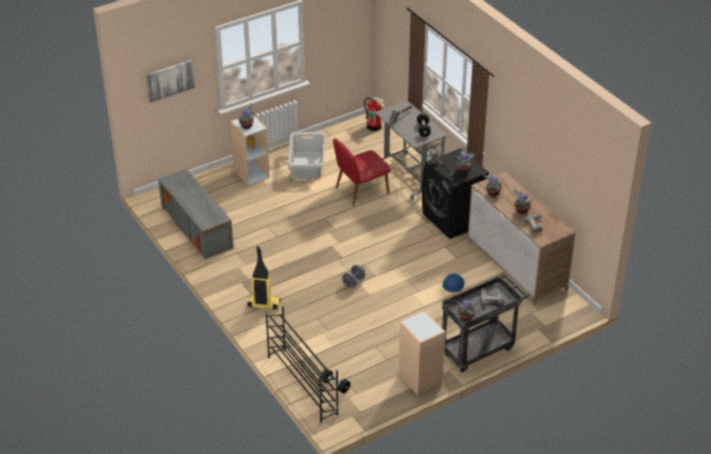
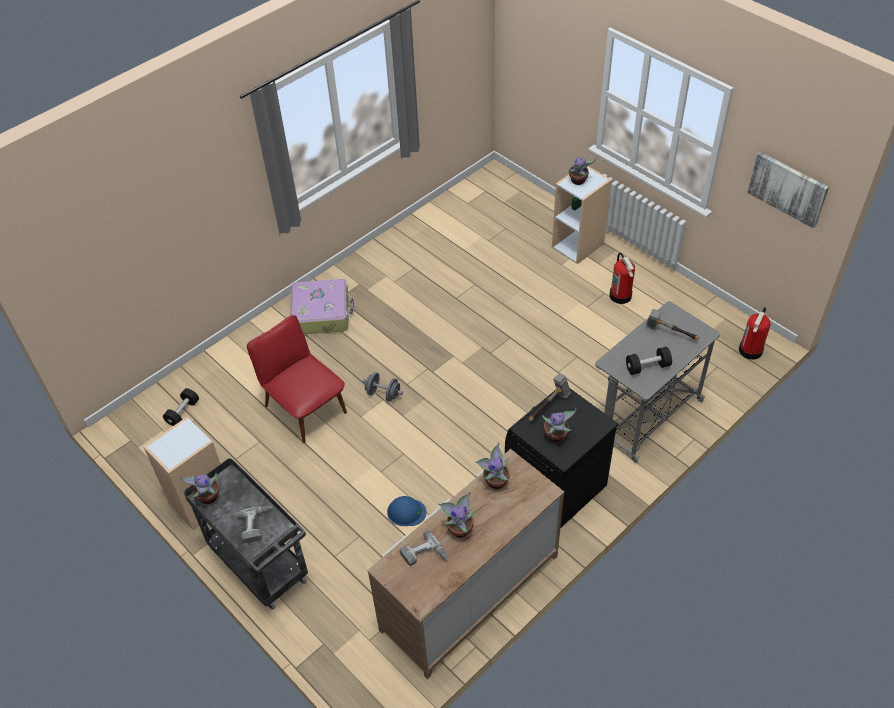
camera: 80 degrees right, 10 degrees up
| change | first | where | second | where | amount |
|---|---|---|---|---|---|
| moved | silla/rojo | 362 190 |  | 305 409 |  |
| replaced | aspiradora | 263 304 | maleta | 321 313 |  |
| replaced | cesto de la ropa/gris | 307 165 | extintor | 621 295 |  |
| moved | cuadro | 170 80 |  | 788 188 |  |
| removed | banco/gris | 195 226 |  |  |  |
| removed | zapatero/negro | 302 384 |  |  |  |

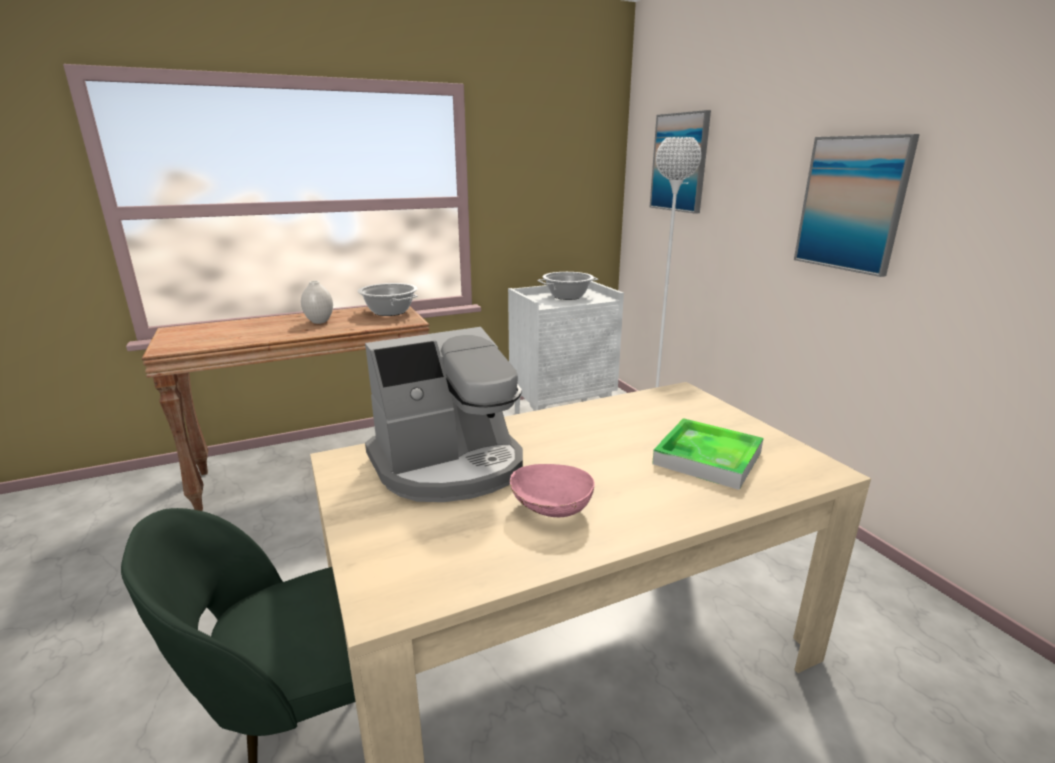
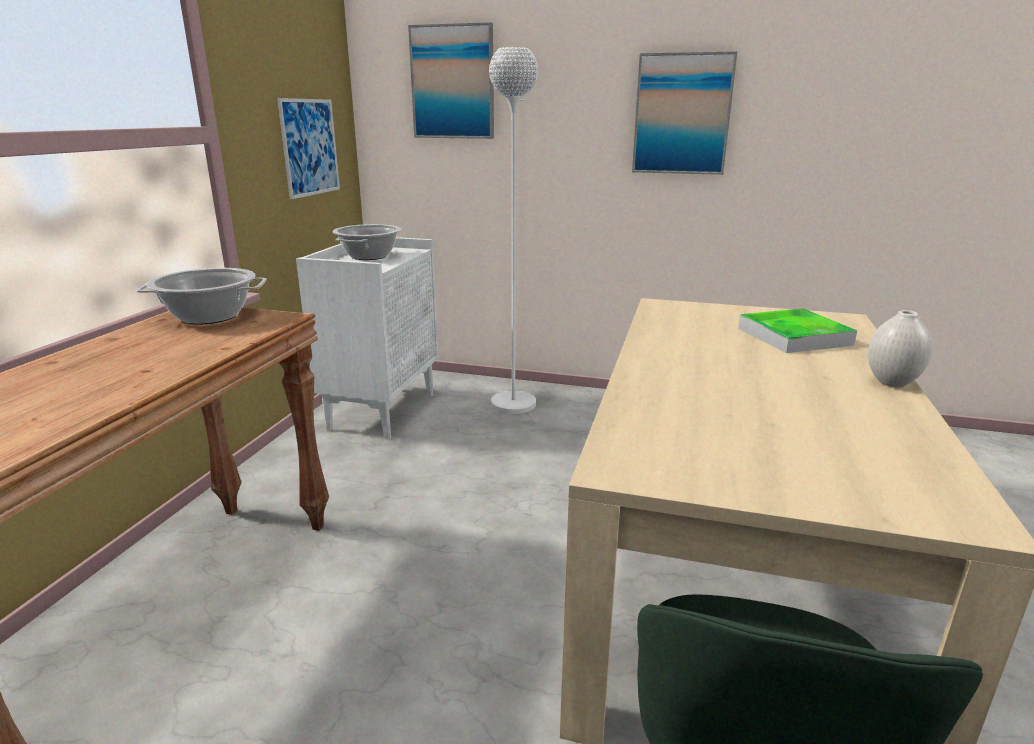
camera: 50 degrees left, 0 degrees up
| change | first | where | second | where | amount |
|---|---|---|---|---|---|
| added |  |  | cuadro | 310 147 |  |
| moved | florero/blanco | 319 322 |  | 891 383 |  |
| removed | cafetera | 449 465 |  |  |  |
| removed | cuenco/rosa | 550 509 |  |  |  |

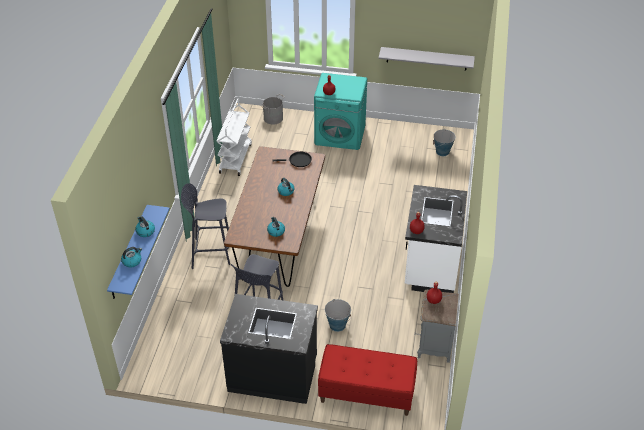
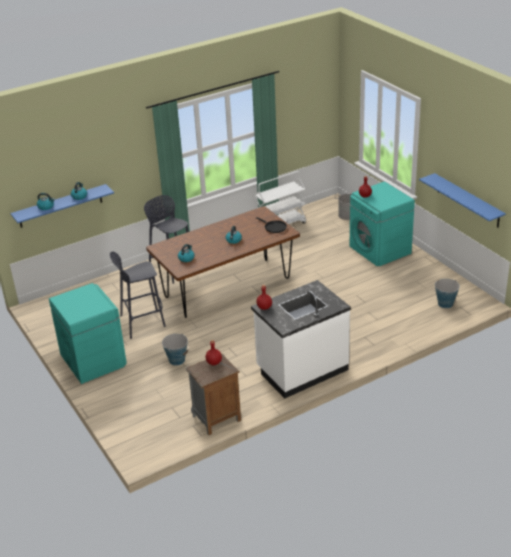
camera: 50 degrees right, 10 degrees down
| change | first | where | second | where | amount |
|---|---|---|---|---|---|
| replaced | mueble bajo de cocina/negro | 273 374 | lavadora/turquesa | 94 359 |  |
| recoloured | estante/gris | 426 58 | estante/azul | 468 200 |  |
| removed | banco/rojo | 366 393 |  |  |  |

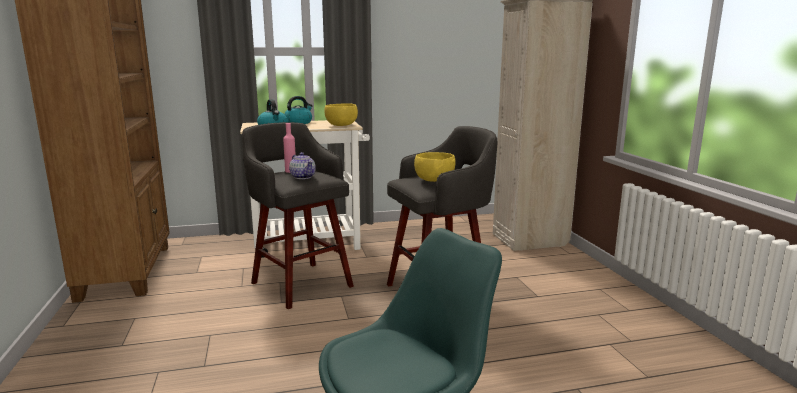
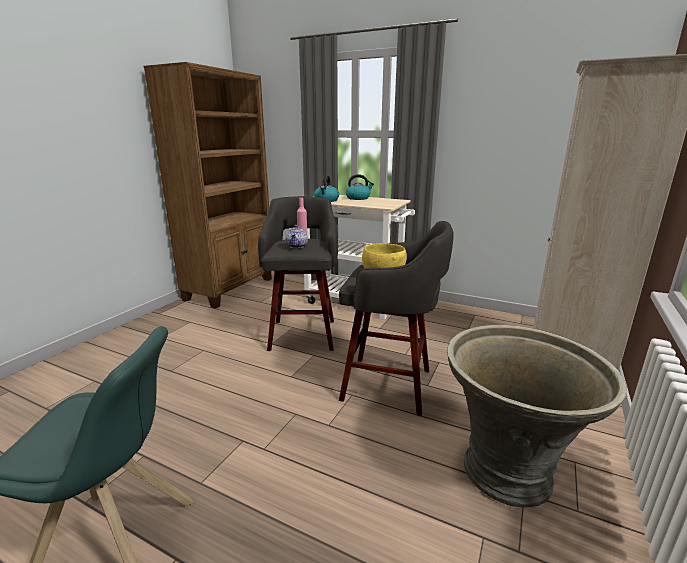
camera: 40 degrees right, 5 degrees up
| change | first | where | second | where | amount |
|---|---|---|---|---|---|
| added |  |  | maceta/gris | 509 472 |  |
| removed | cuenco/amarillo | 341 125 |  |  |  |

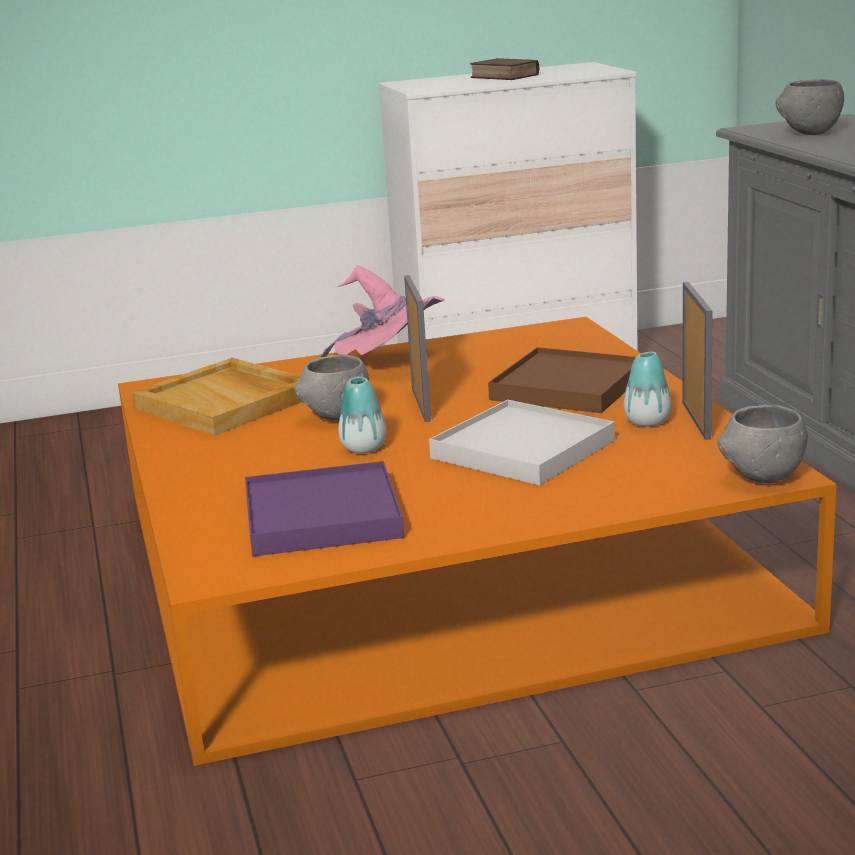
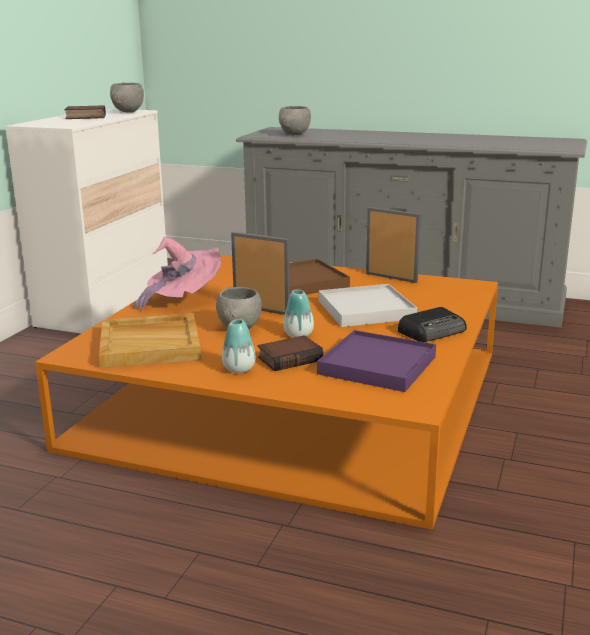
camera: 55 degrees left, 0 degrees up
| change | first | where | second | where | amount |
|---|---|---|---|---|---|
| moved | cuenco/gris | 762 479 |  | 127 112 |  |
| moved | florero | 647 422 |  | 239 369 |  |
| added |  |  | libro | 290 358 |  |
| added |  |  | radio | 433 331 |  |

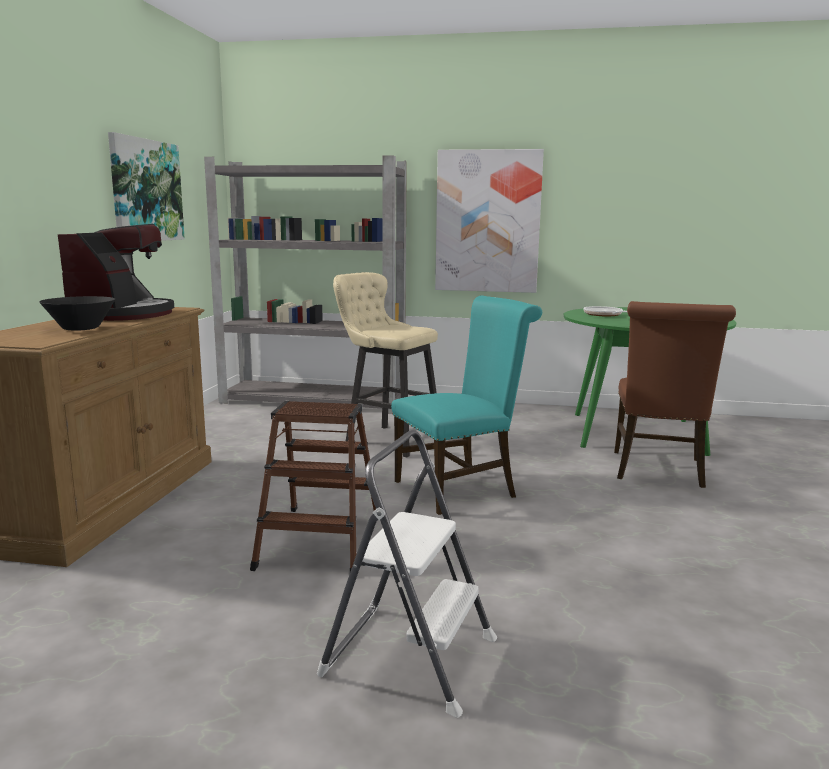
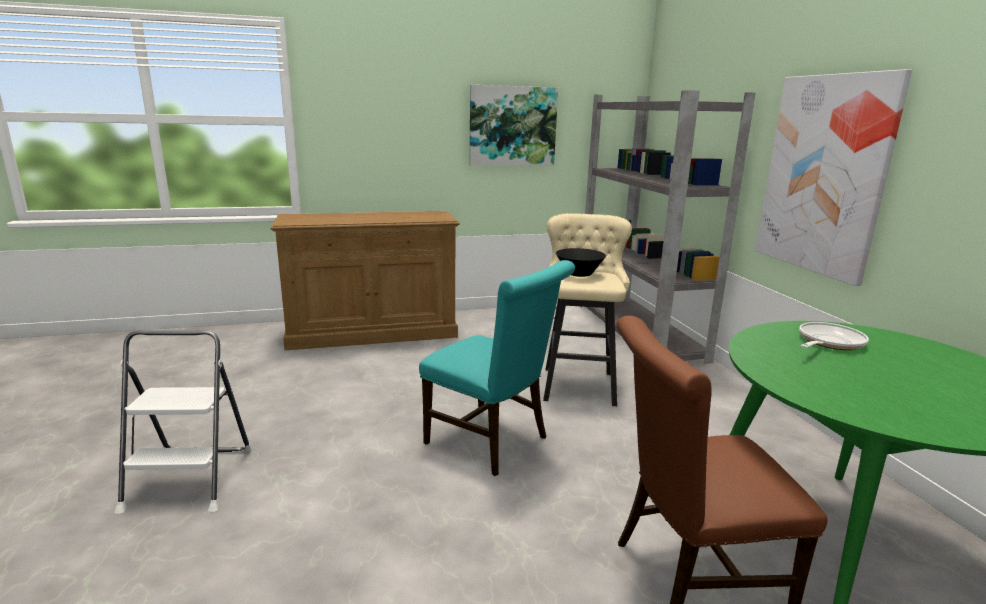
camera: 65 degrees right, 5 degrees up
| change | first | where | second | where | amount |
|---|---|---|---|---|---|
| moved | cuenco/negro | 80 328 |  | 579 274 |  |
| removed | cafetera | 123 314 |  |  |  |
| removed | escalera de tijera/marrón | 320 539 |  |  |  |

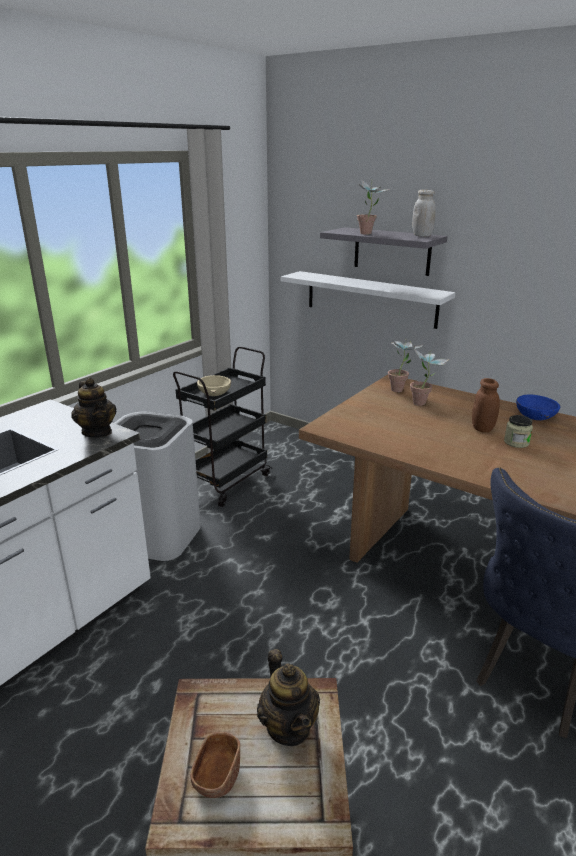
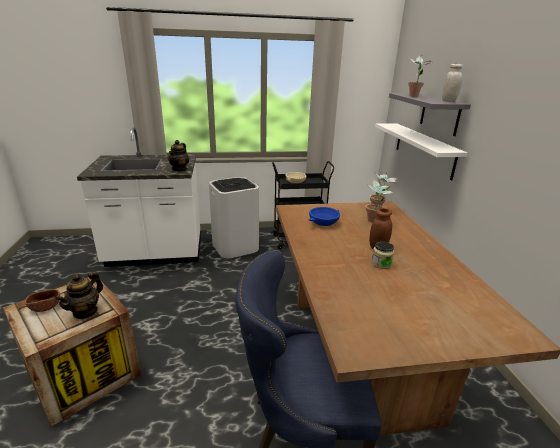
camera: 45 degrees right, 0 degrees up
| change | first | where | second | where | amount |
|---|---|---|---|---|---|
| moved | cuenco/azul | 534 416 |  | 323 222 |  |

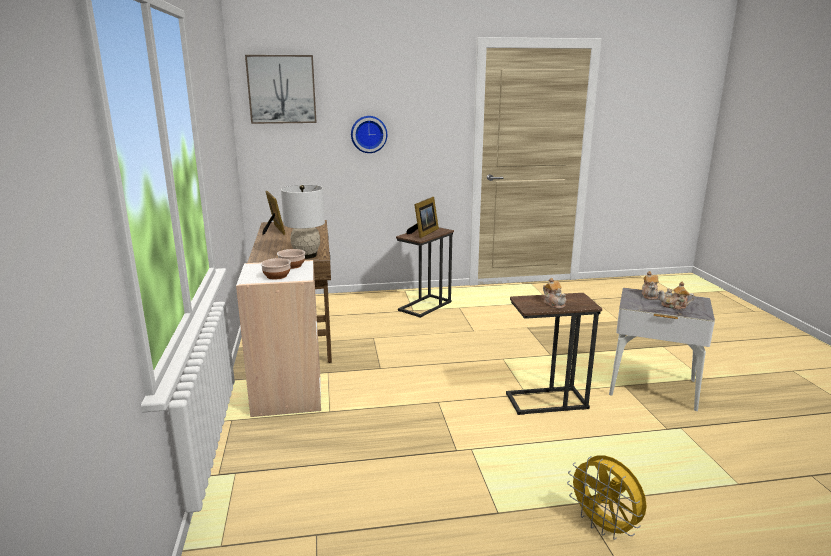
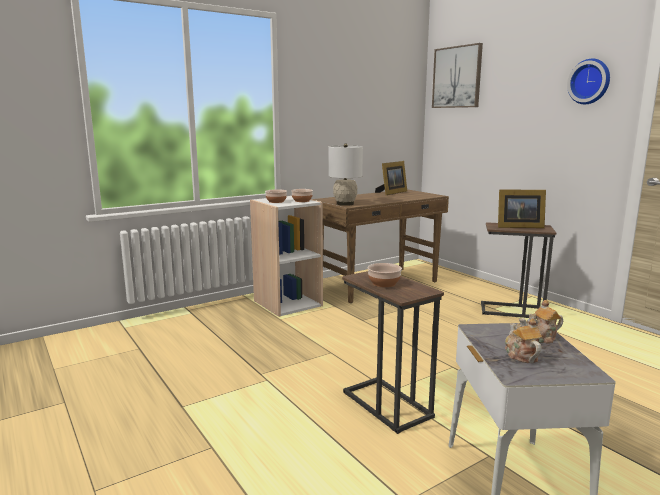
camera: 65 degrees right, 5 degrees down
| change | first | where | second | where | amount |
|---|---|---|---|---|---|
| replaced | tetera | 554 303 | cuenco | 384 283 |  |
| moved | reloj de pared | 368 134 |  | 590 81 |  |
| removed | ventilador/amarillo | 604 527 |  |  |  |

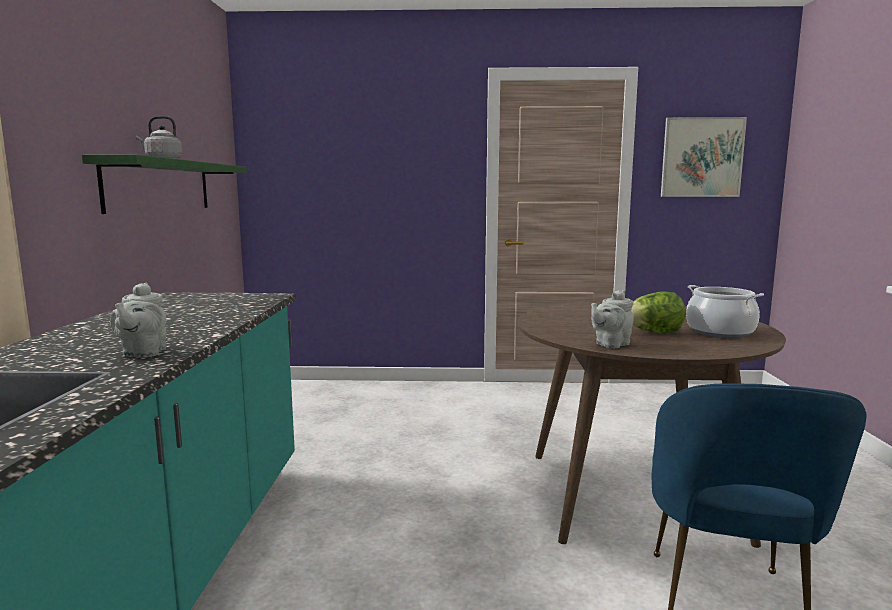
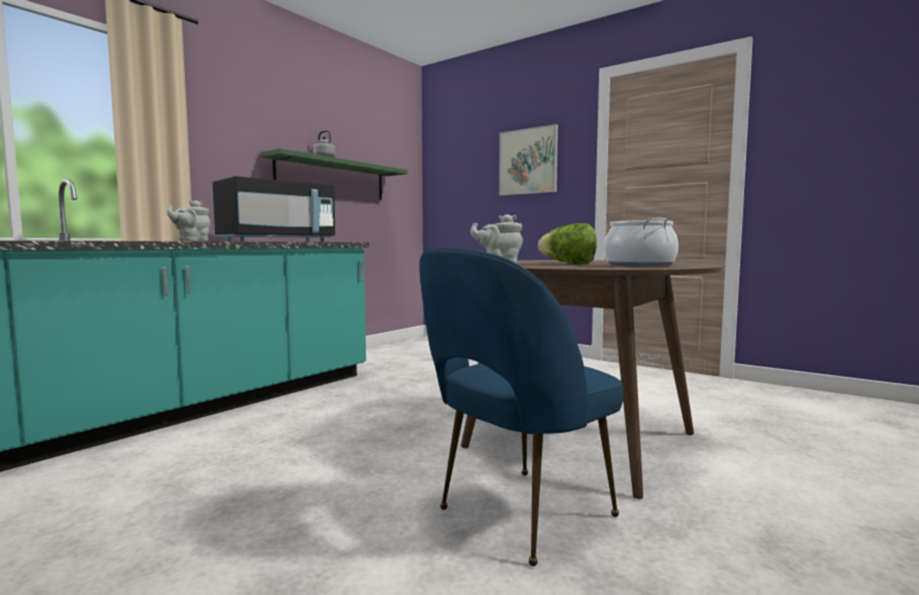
camera: 35 degrees right, 5 degrees down
| change | first | where | second | where | amount |
|---|---|---|---|---|---|
| added |  |  | microondas/negro | 277 241 |  |
| moved | cuadro | 702 157 |  | 528 161 |  |

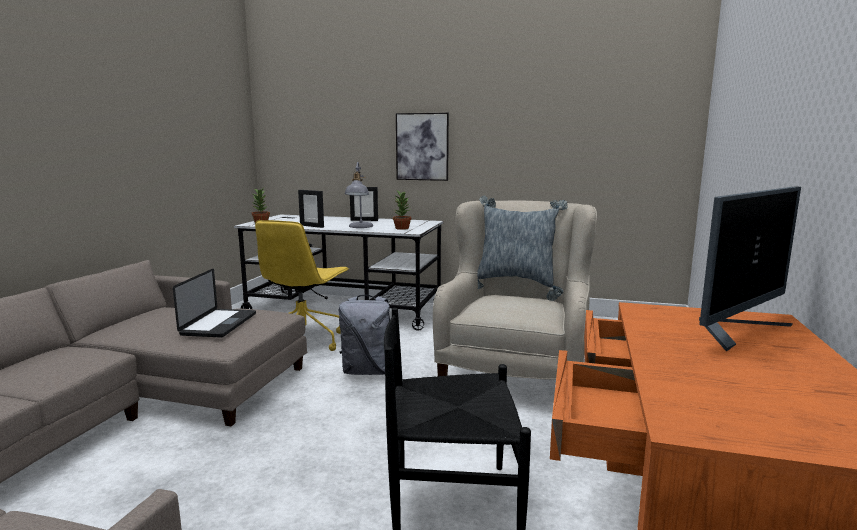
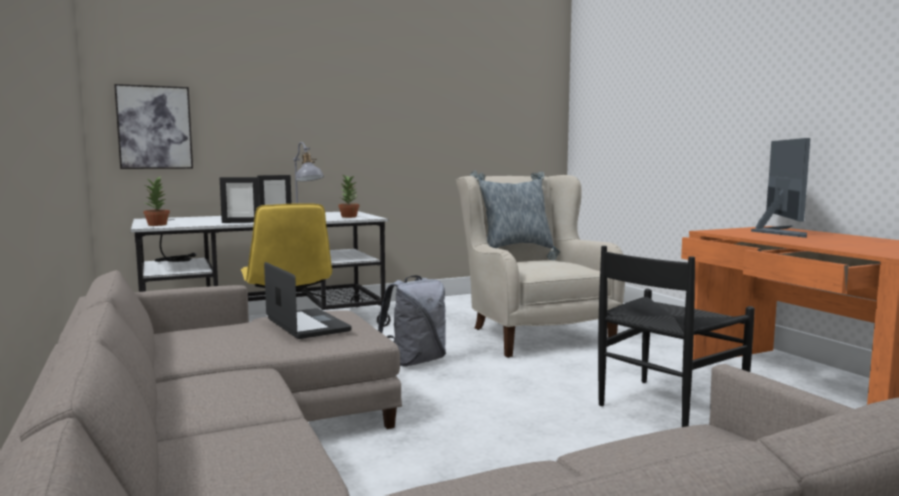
camera: 40 degrees left, 5 degrees down
| change | first | where | second | where | amount |
|---|---|---|---|---|---|
| moved | cuadro | 422 146 |  | 154 127 |  |

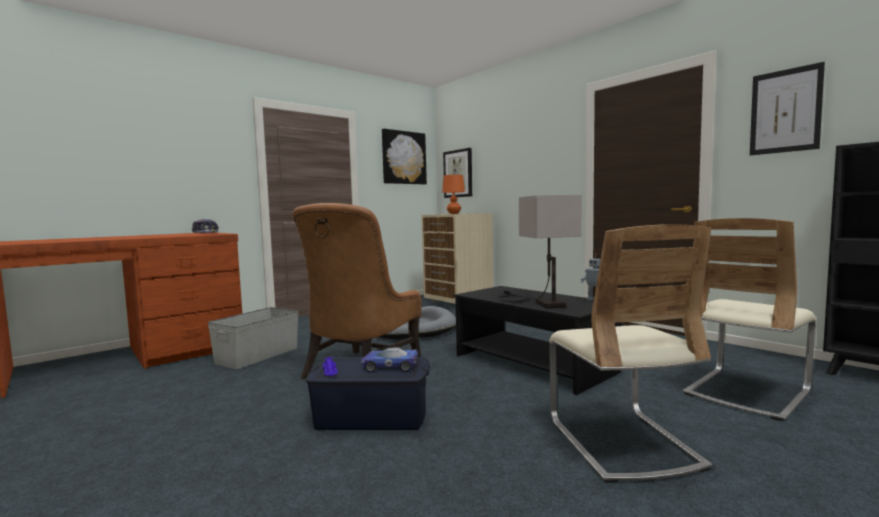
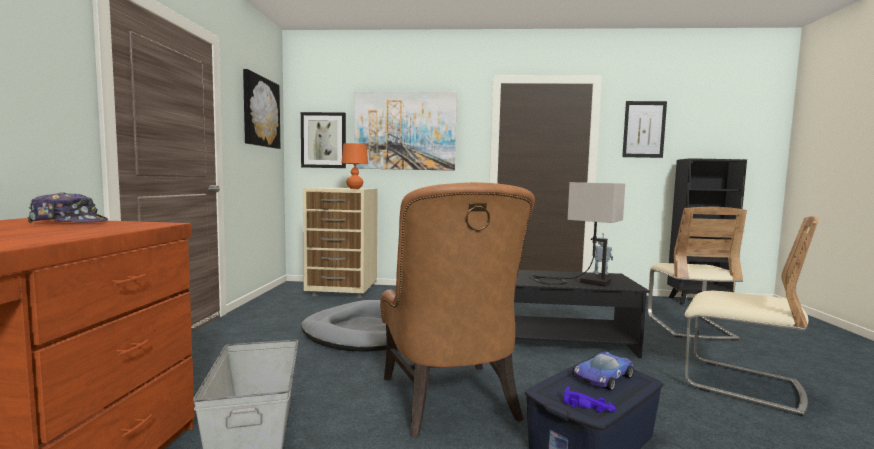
camera: 45 degrees left, 0 degrees up
| change | first | where | second | where | amount |
|---|---|---|---|---|---|
| added |  |  | cuadro | 405 131 |  |

